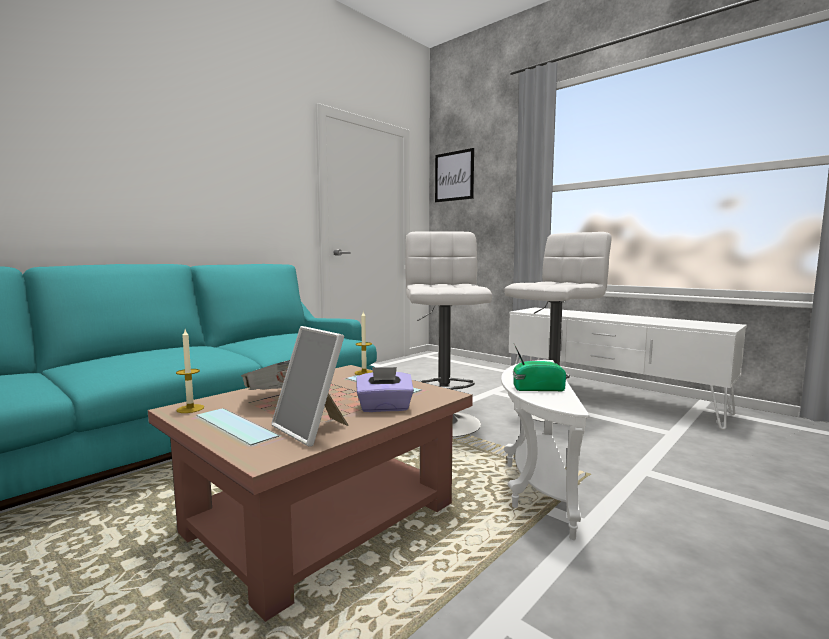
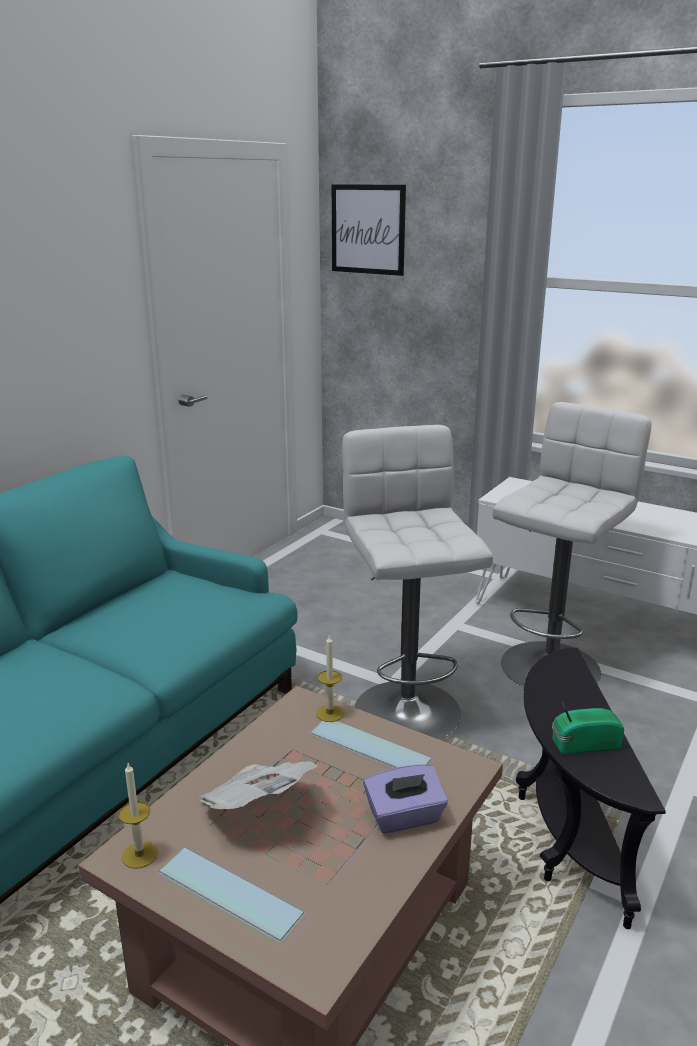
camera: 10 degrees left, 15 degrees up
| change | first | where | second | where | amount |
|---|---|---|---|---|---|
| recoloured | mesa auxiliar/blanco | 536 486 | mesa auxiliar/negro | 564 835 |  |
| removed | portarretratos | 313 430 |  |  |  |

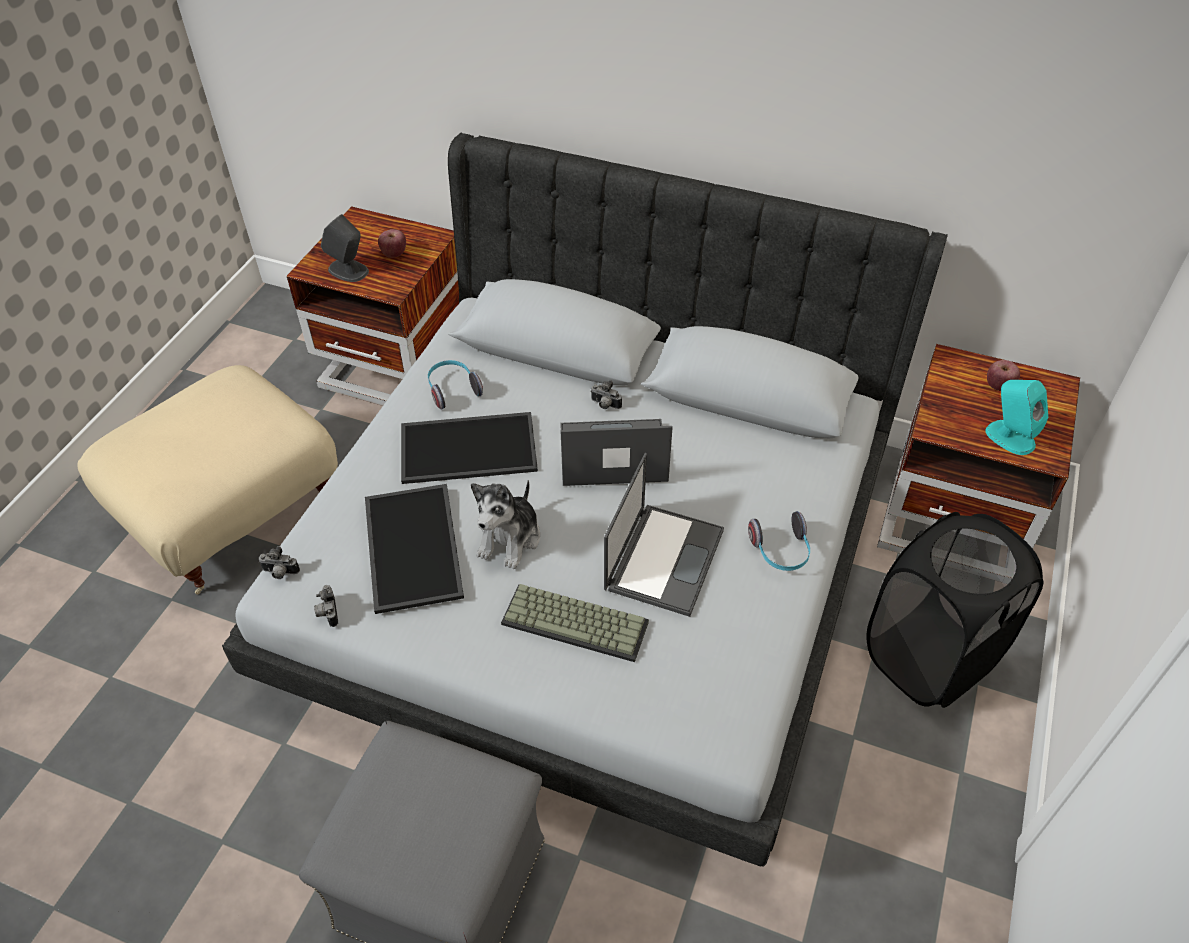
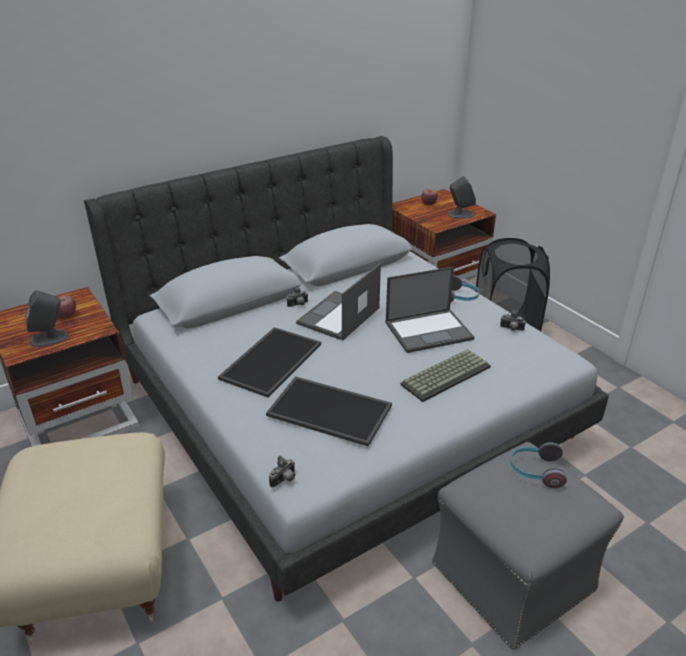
camera: 55 degrees left, 15 degrees down
| change | first | where | second | where | amount |
|---|---|---|---|---|---|
| turned | portátil | 664 558 |  | 429 330 | 105 degrees clockwise |
| recoloured | altavoz/turquesa | 1009 437 | altavoz/gris | 460 214 |  |
| moved | cámara | 327 612 |  | 511 329 |  |
| moved | auriculares | 452 390 |  | 535 471 |  |
| removed | peluche | 510 539 |  |  |  |

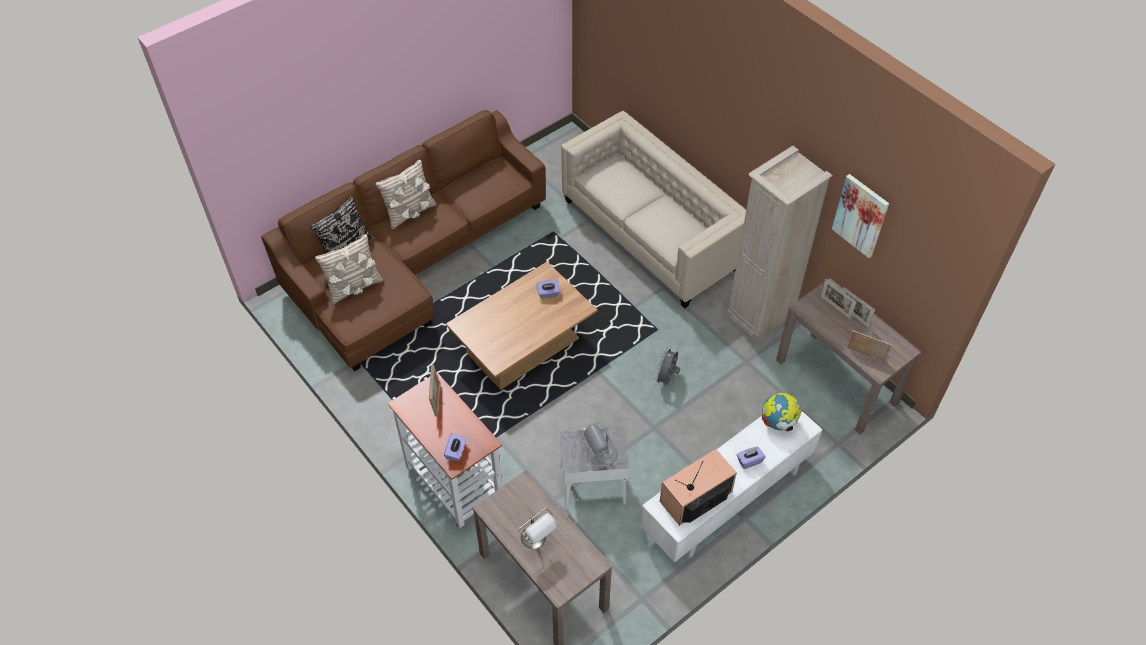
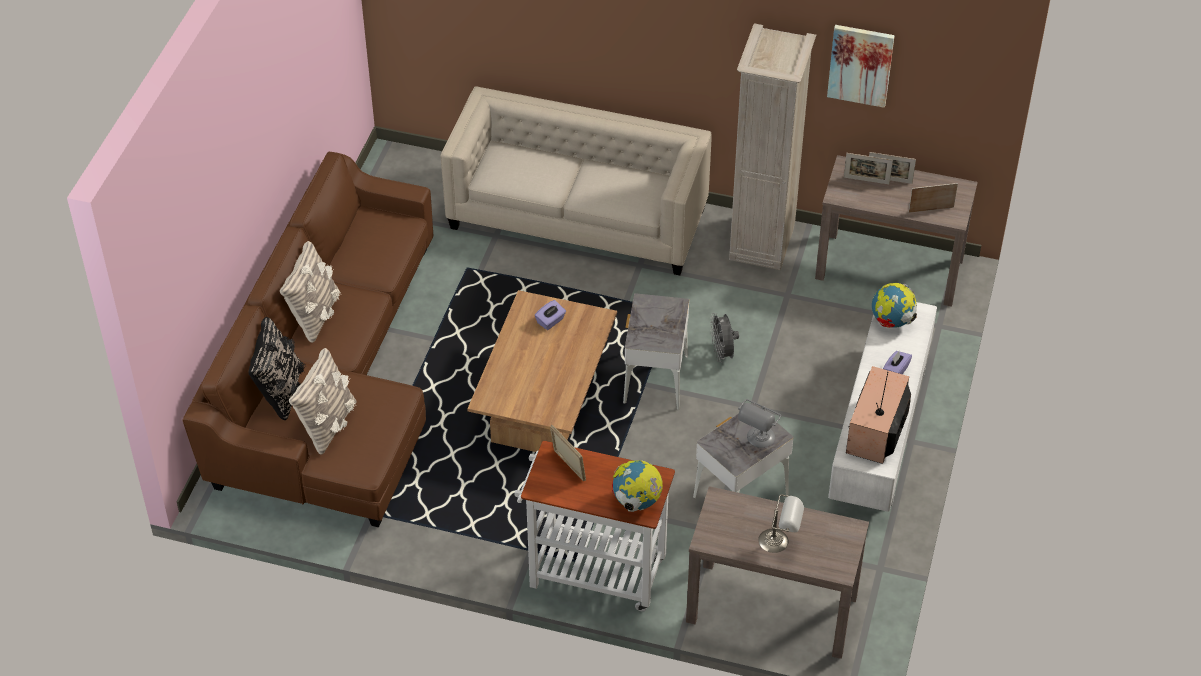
camera: 35 degrees left, 5 degrees down
| change | first | where | second | where | amount |
|---|---|---|---|---|---|
| replaced | caja de pañuelos/morado | 456 452 | globo terráqueo | 636 501 |  |
| added |  |  | mesa auxiliar | 654 380 |  |

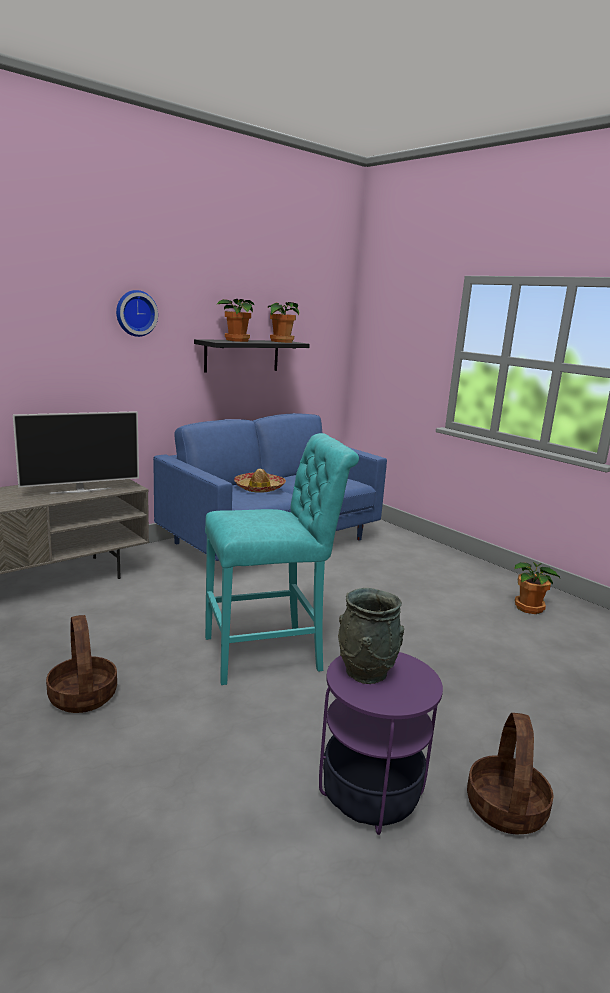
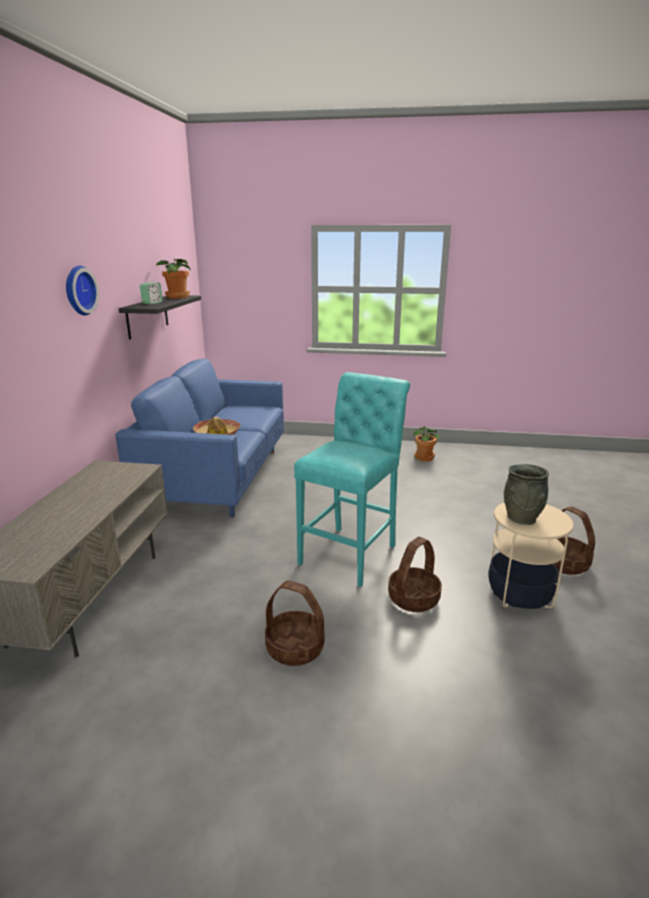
camera: 40 degrees left, 5 degrees up
| change | first | where | second | where | amount |
|---|---|---|---|---|---|
| replaced | planta en maceta | 236 340 | despertador | 152 303 |  |
| added |  |  | cesta | 413 598 |  |
| recoloured | mesa auxiliar/morado | 370 798 | mesa auxiliar/beis | 520 595 |  |
| removed | televisor | 80 490 |  |  |  |

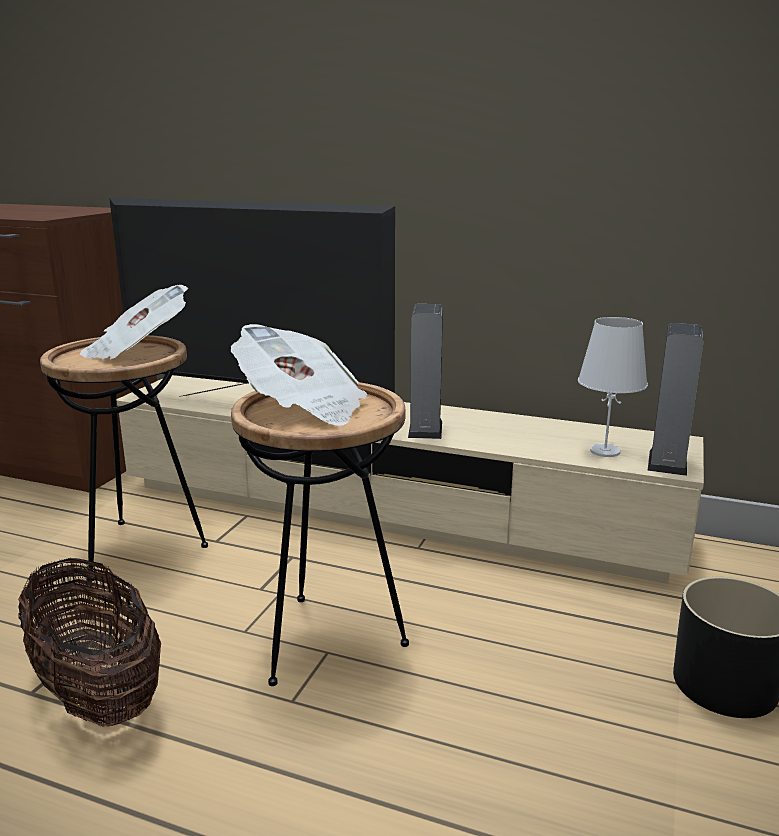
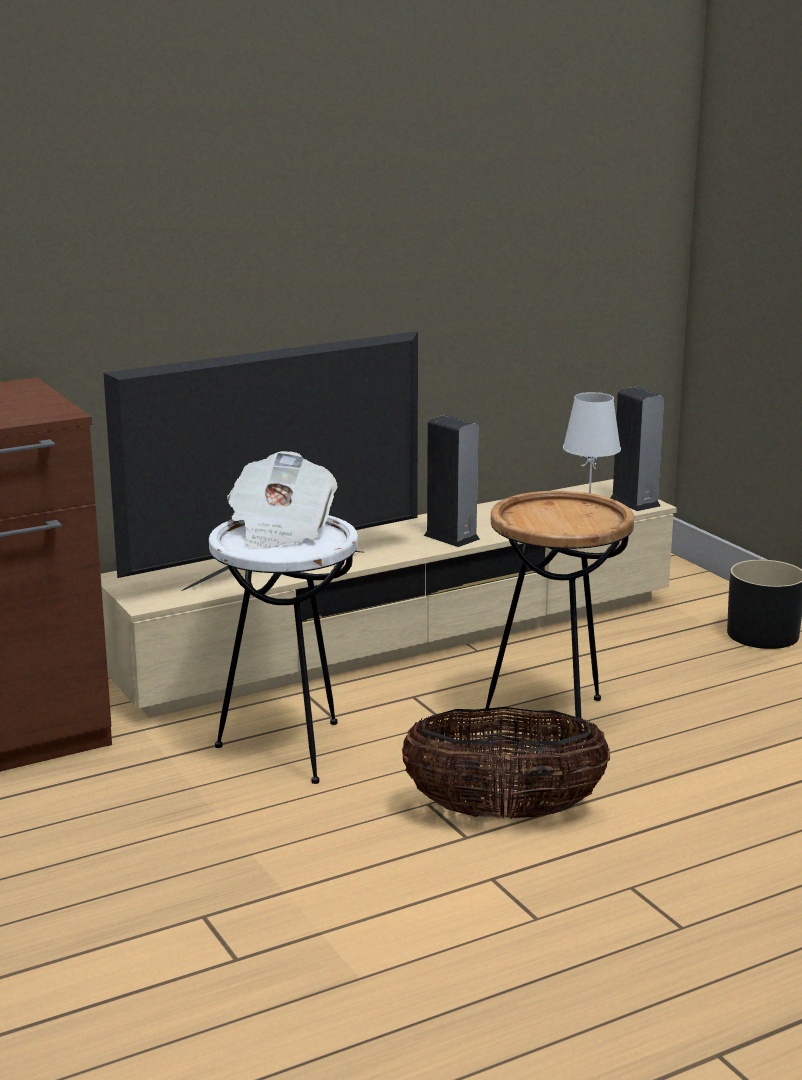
camera: 50 degrees left, 0 degrees up
| change | first | where | second | where | amount |
|---|---|---|---|---|---|
| recoloured | mesa auxiliar/marrón | 140 548 | mesa auxiliar/blanco | 289 749 |  |
| removed | periódico | 302 407 |  |  |  |

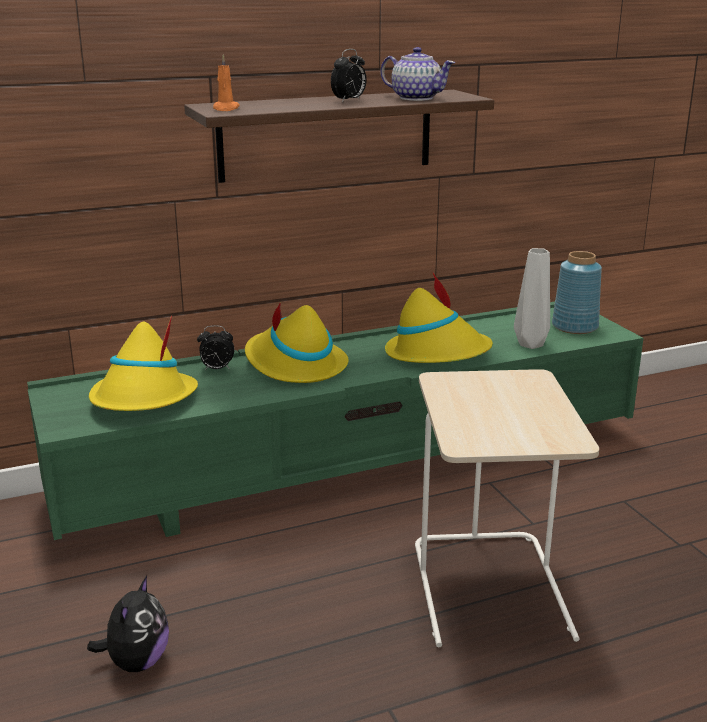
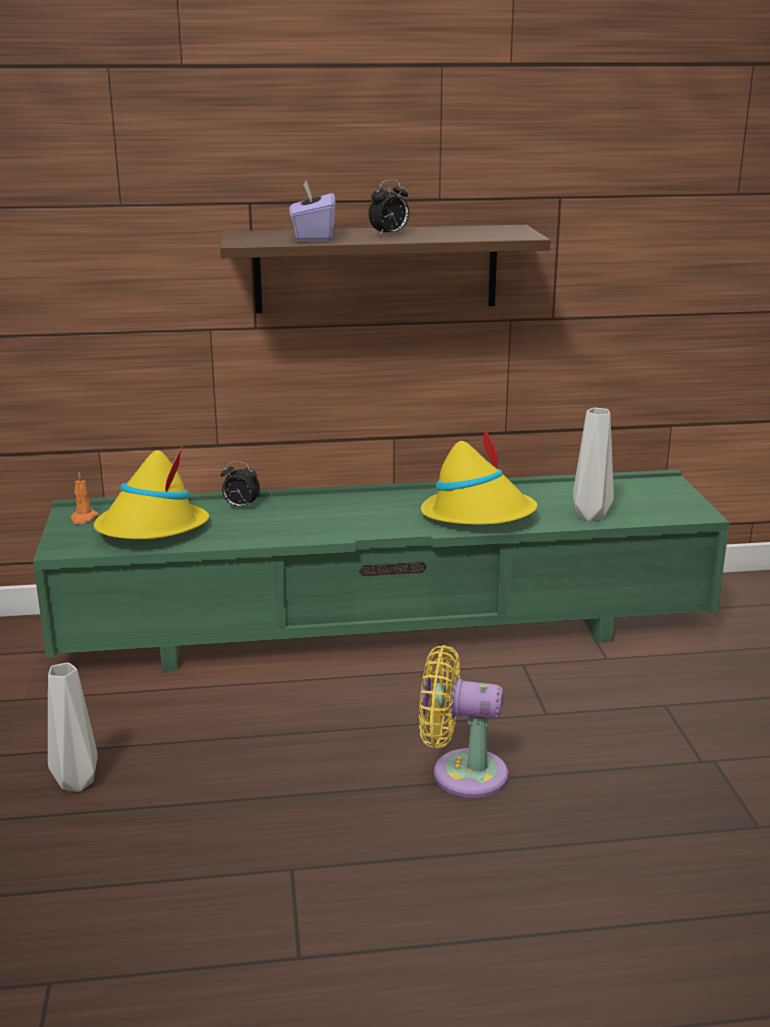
camera: 15 degrees right, 0 degrees up
| change | first | where | second | where | amount |
|---|---|---|---|---|---|
| replaced | peluche | 136 662 | florero/gris | 78 783 |  |
| moved | vela/naranja | 225 109 |  | 83 518 |  |
| added |  |  | caja de pañuelos/morado | 313 237 |  |
| replaced | mesa auxiliar/beis | 492 589 | ventilador/amarillo | 461 773 |  |
| removed | sombrero/amarillo | 294 365 |  |  |  |
| removed | tetera | 416 98 |  |  |  |
| removed | florero/azul | 575 326 |  |  |  |

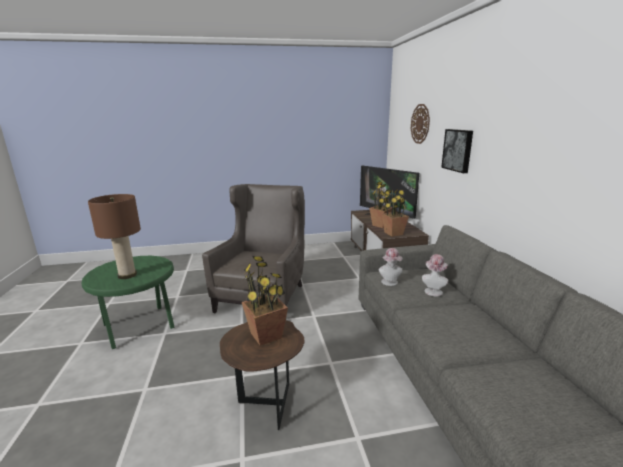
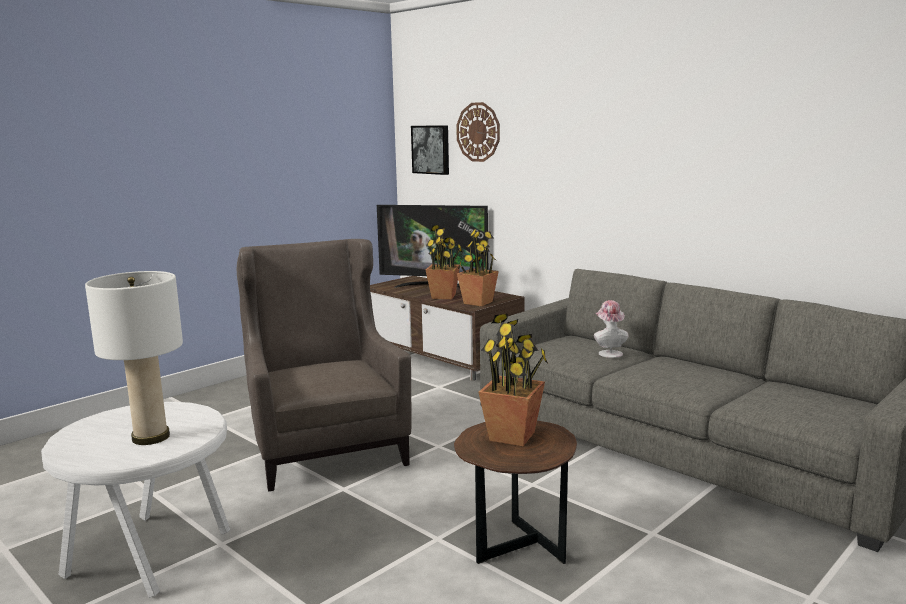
camera: 35 degrees left, 5 degrees down
| change | first | where | second | where | amount |
|---|---|---|---|---|---|
| recoloured | mesa auxiliar/verde | 140 326 | mesa auxiliar/blanco | 152 552 |  |
| recoloured | lámpara de mesa/marrón | 127 275 | lámpara de mesa/blanco | 150 437 |  |
| moved | cuadro | 458 150 |  | 431 149 |  |
| removed | sombrero | 390 283 |  |  |  |

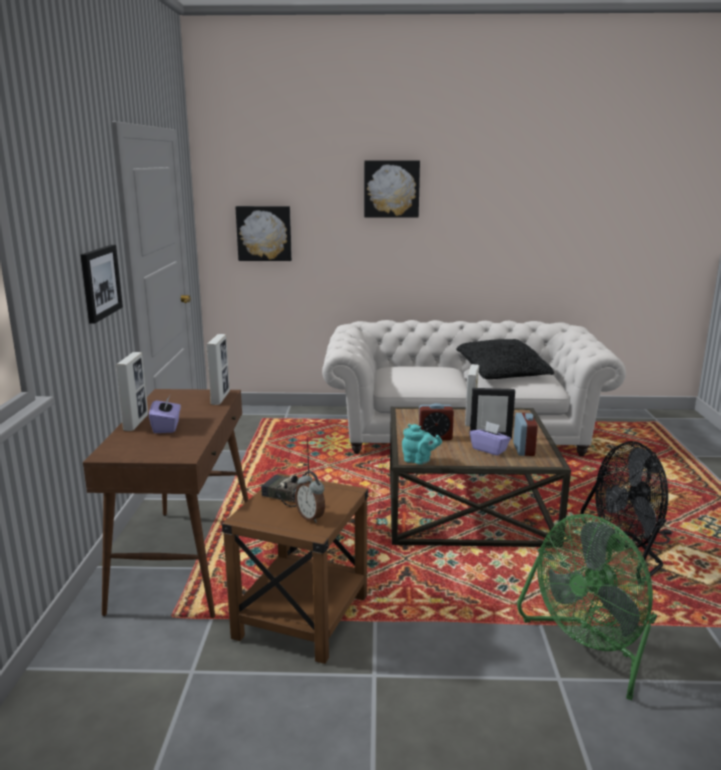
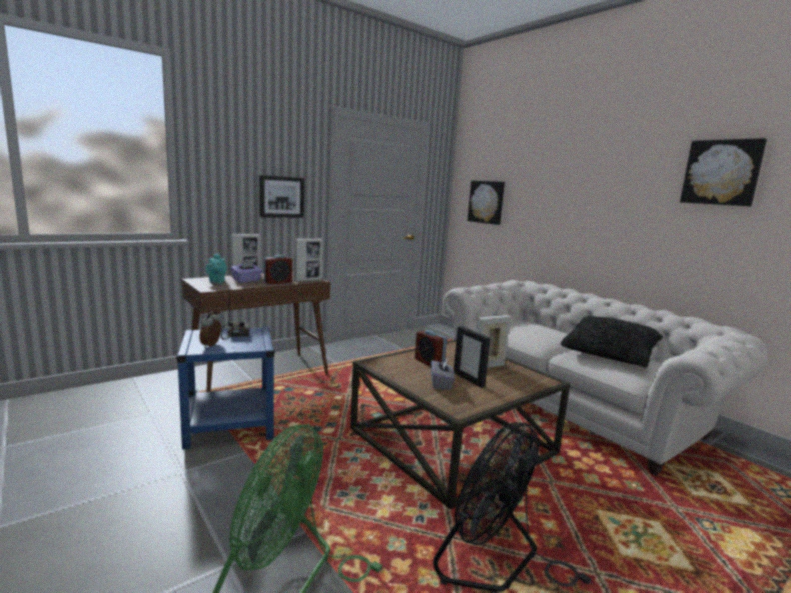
camera: 50 degrees right, 5 degrees down
| change | first | where | second | where | amount |
|---|---|---|---|---|---|
| recoloured | mesa auxiliar/marrón | 302 616 | mesa auxiliar/azul | 230 426 |  |
| moved | tetera/turquesa | 419 461 |  | 216 282 |  |
| moved | despertador | 523 449 |  | 278 282 |  |
| recoloured | caja de pañuelos/morado | 489 449 | caja de pañuelos/gris | 441 384 |  |
| moved | cuadro | 391 189 |  | 722 172 |  |

